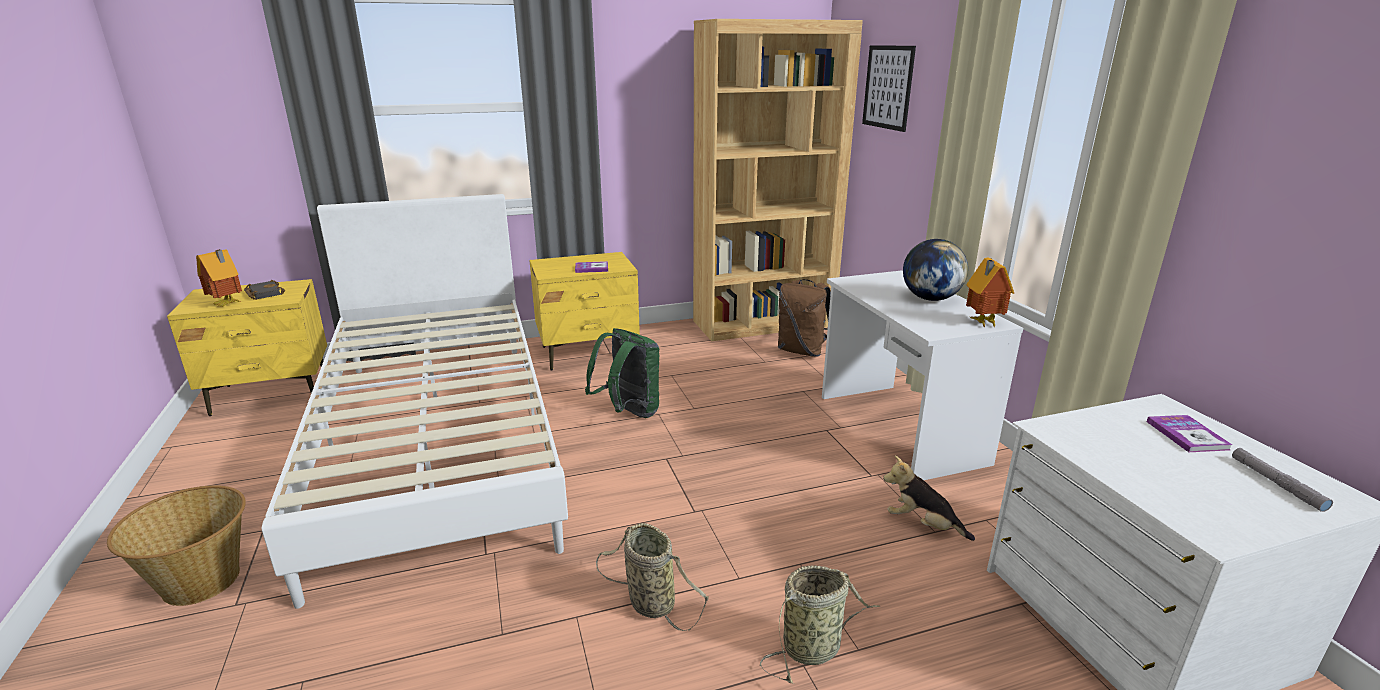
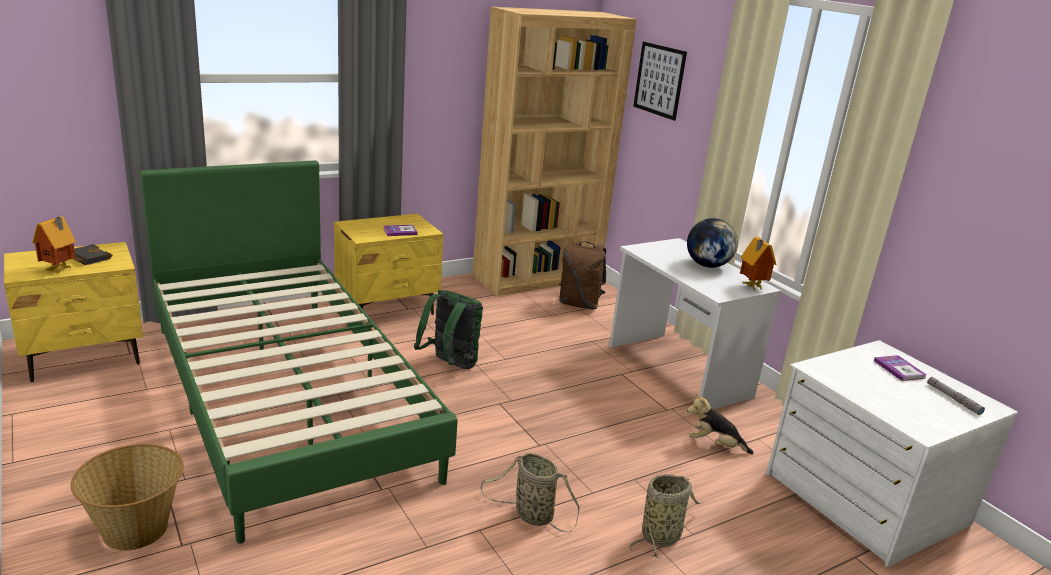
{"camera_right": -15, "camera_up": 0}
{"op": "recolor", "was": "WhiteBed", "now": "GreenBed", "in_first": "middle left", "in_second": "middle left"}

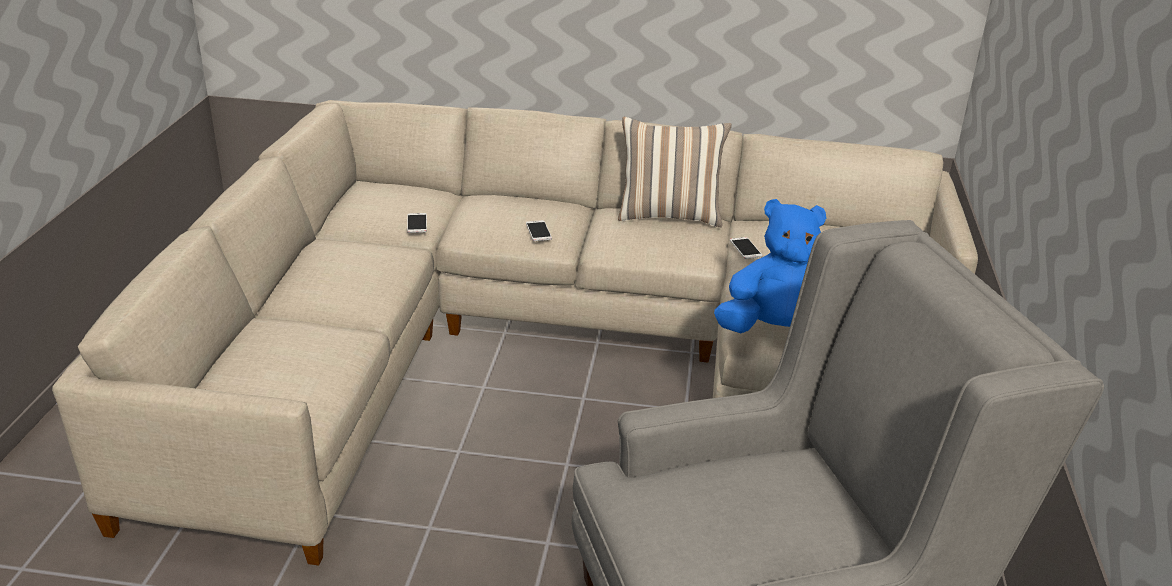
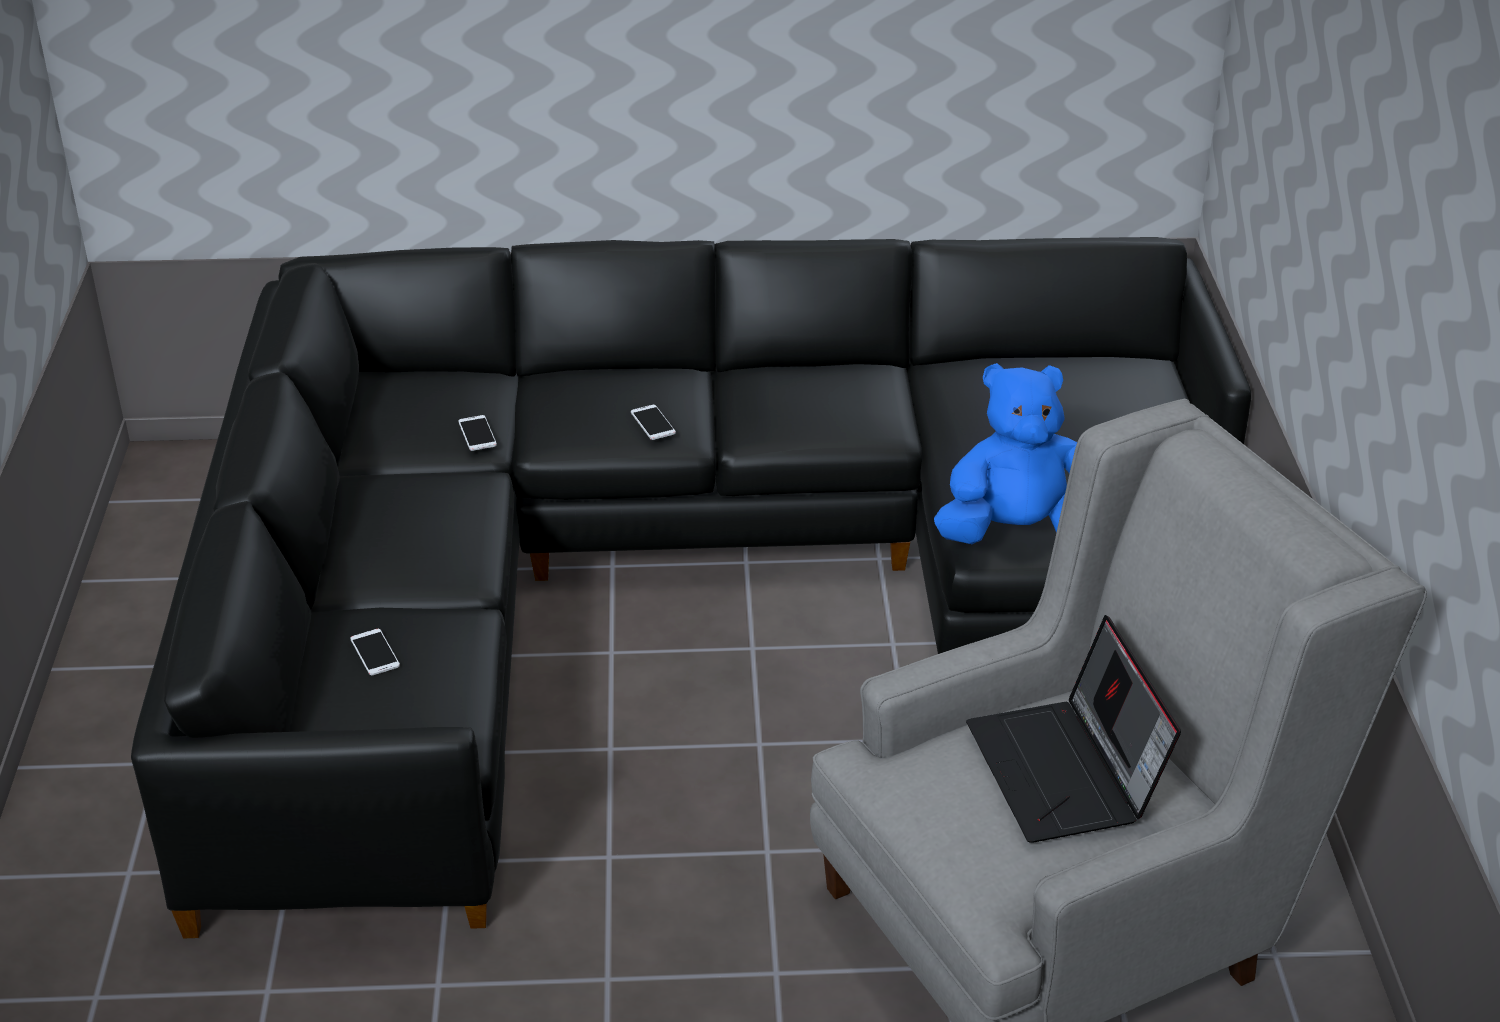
{"camera_right": -10, "camera_up": 5}
{"op": "recolor", "was": "BeigeSofa", "now": "BlackSofa", "in_first": "centre", "in_second": "centre"}
{"op": "move", "was": "Phone (3rd from left in the first image)", "now": "Phone (1st from left)", "in_first": "centre", "in_second": "middle left"}
{"op": "insert", "now": "Laptop", "in_second": "bottom right"}
{"op": "delete", "was": "Pillow", "in_first": "top centre"}

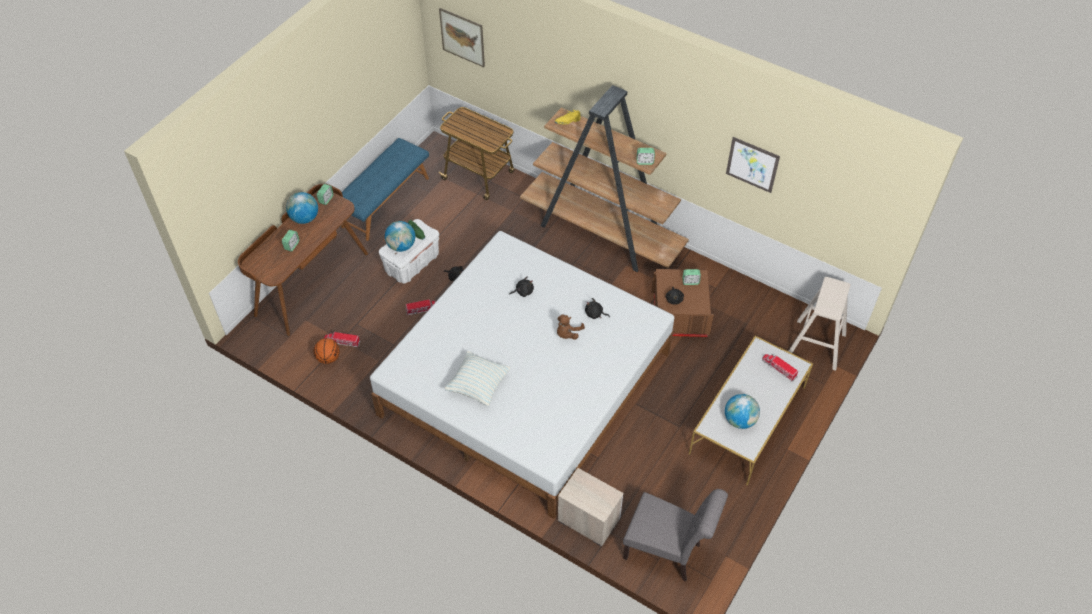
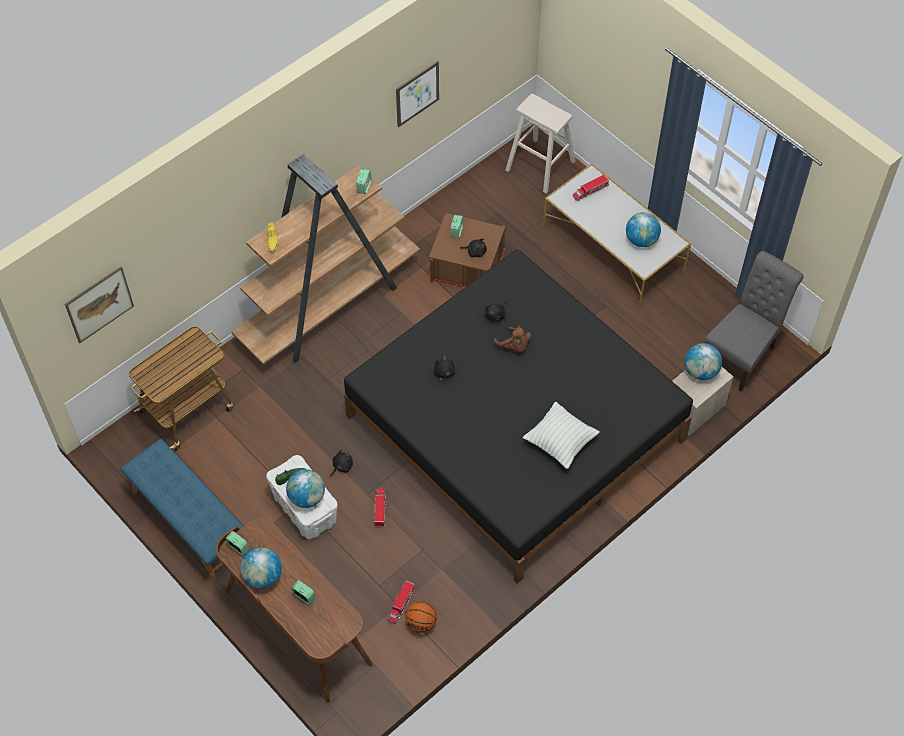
{"camera_right": -75, "camera_up": 5}
{"op": "recolor", "was": "WhiteBed", "now": "BlackBed", "in_first": "centre", "in_second": "centre"}
{"op": "insert", "now": "Globe (4th from left)", "in_second": "middle right"}

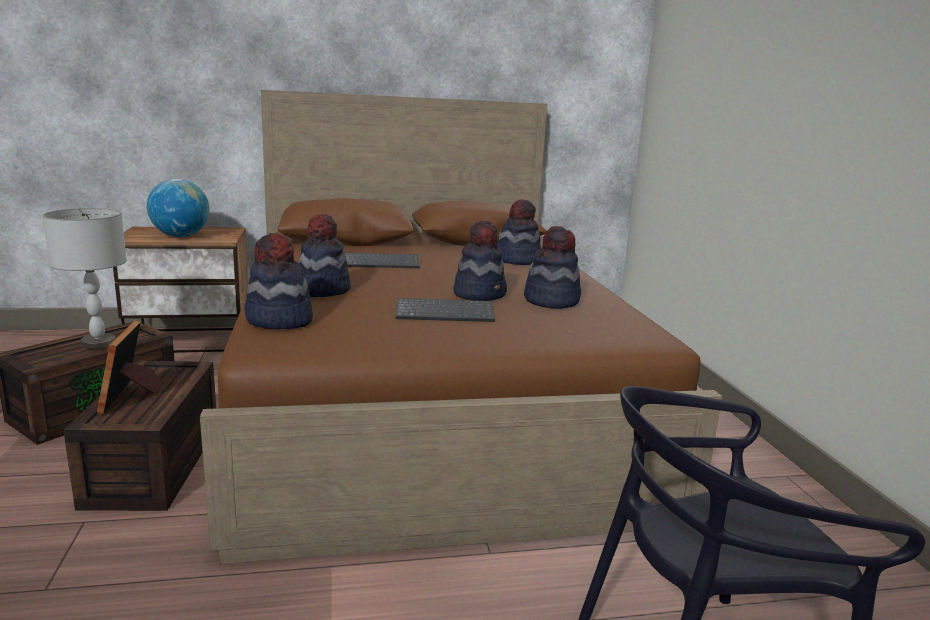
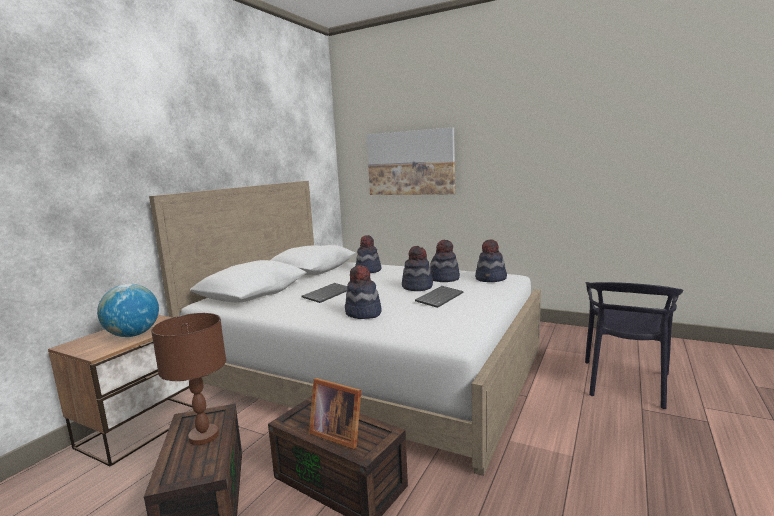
{"camera_right": -50, "camera_up": -5}
{"op": "recolor", "was": "BrownBed", "now": "WhiteBed", "in_first": "centre", "in_second": "centre"}
{"op": "recolor", "was": "GreyTableLamp", "now": "BrownTableLamp", "in_first": "middle left", "in_second": "bottom left"}
{"op": "insert", "now": "Picture", "in_second": "top centre"}
{"op": "move", "was": "Hat (1st from left in the first image)", "now": "Hat (5th from left)", "in_first": "middle left", "in_second": "centre"}

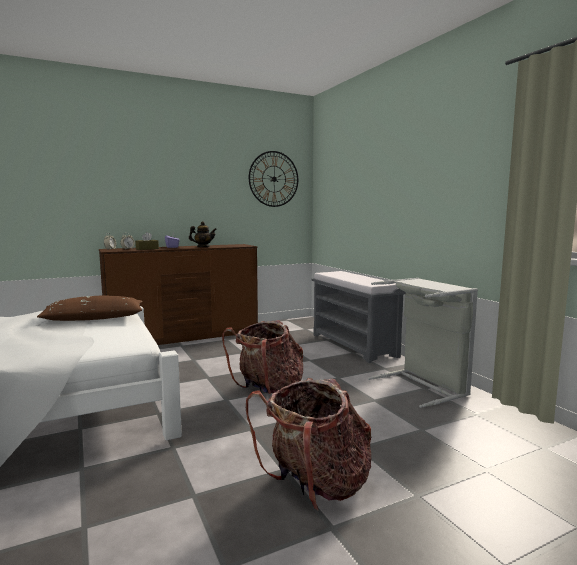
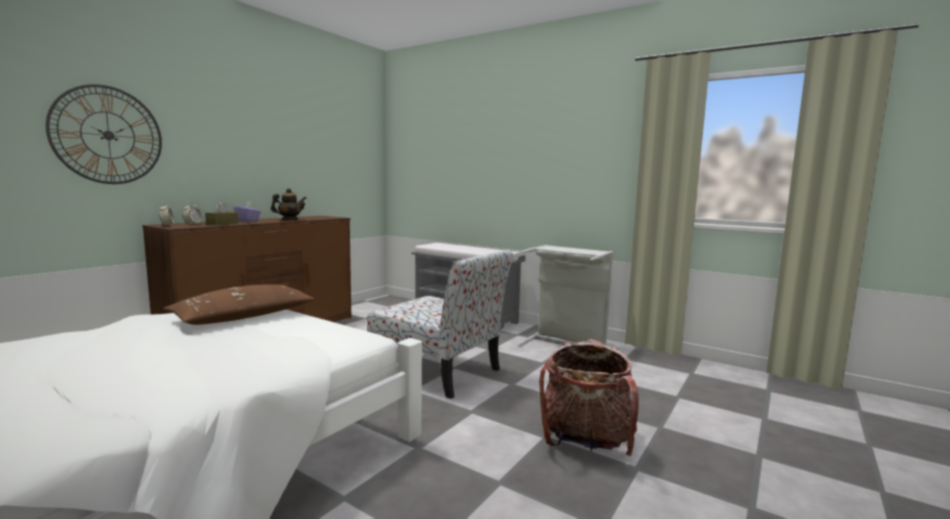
{"camera_right": -30, "camera_up": 0}
{"op": "move", "was": "WallClock", "in_first": "top centre", "in_second": "top left"}
{"op": "replace", "was": "Backpack (1st from left)", "now": "Chair", "in_first": "centre", "in_second": "centre"}

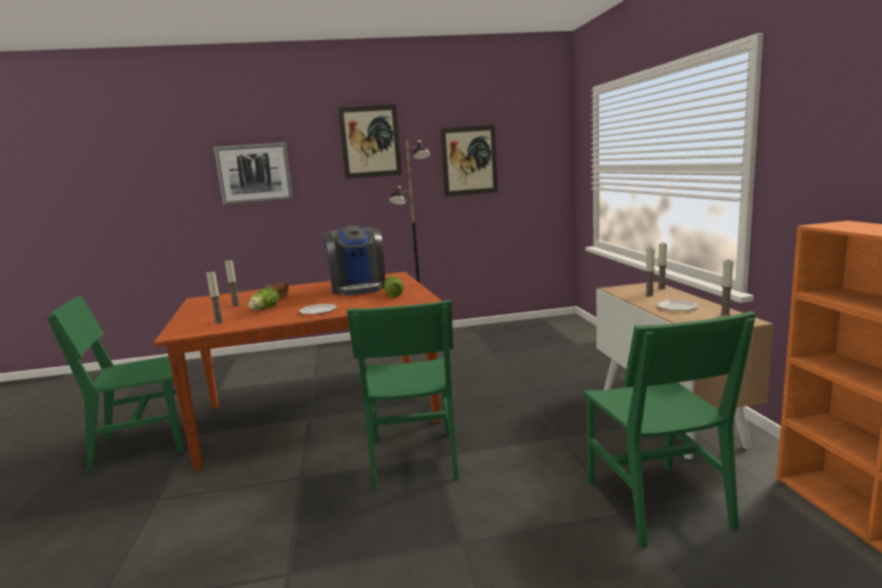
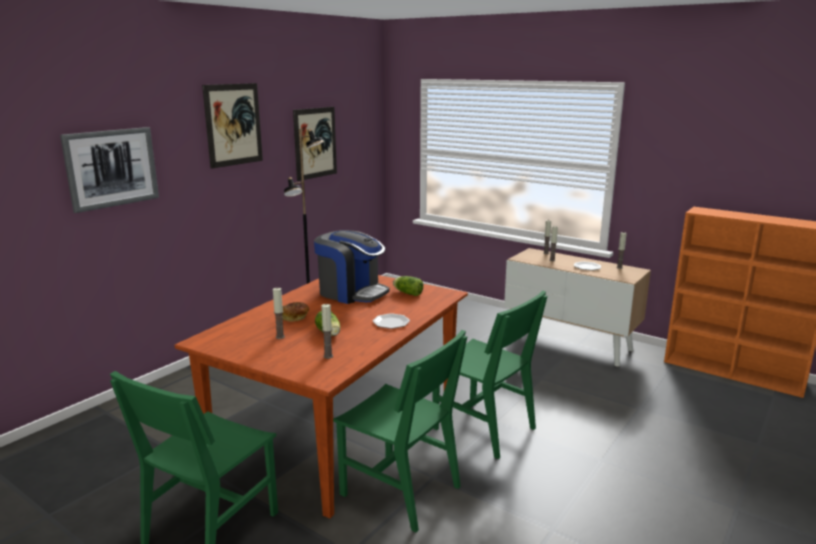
{"camera_right": -45, "camera_up": 5}
{"op": "move", "was": "GreenChair (3rd from left in the first image)", "now": "GreenChair (2nd from left)", "in_first": "bottom right", "in_second": "bottom centre"}

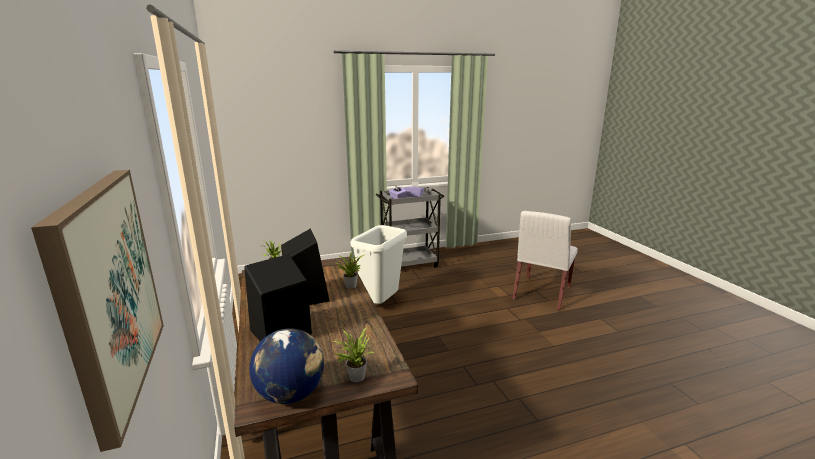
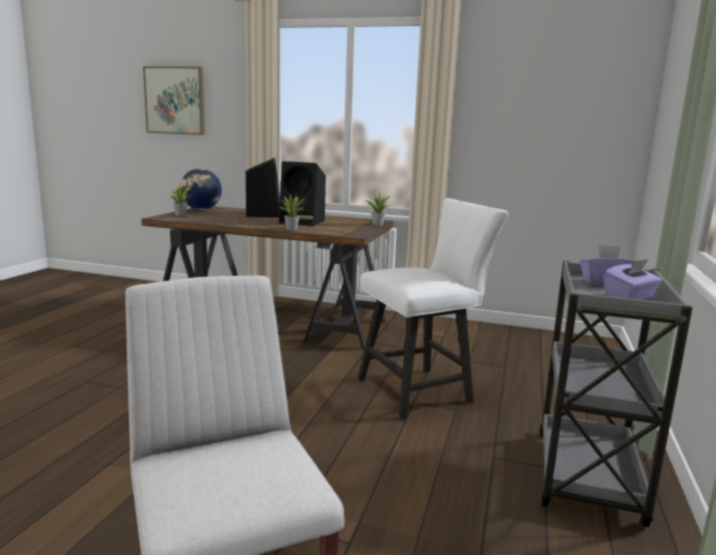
{"camera_right": 125, "camera_up": -5}
{"op": "replace", "was": "WhiteTrashCan", "now": "WhiteChair (2nd from left)", "in_first": "centre", "in_second": "centre"}

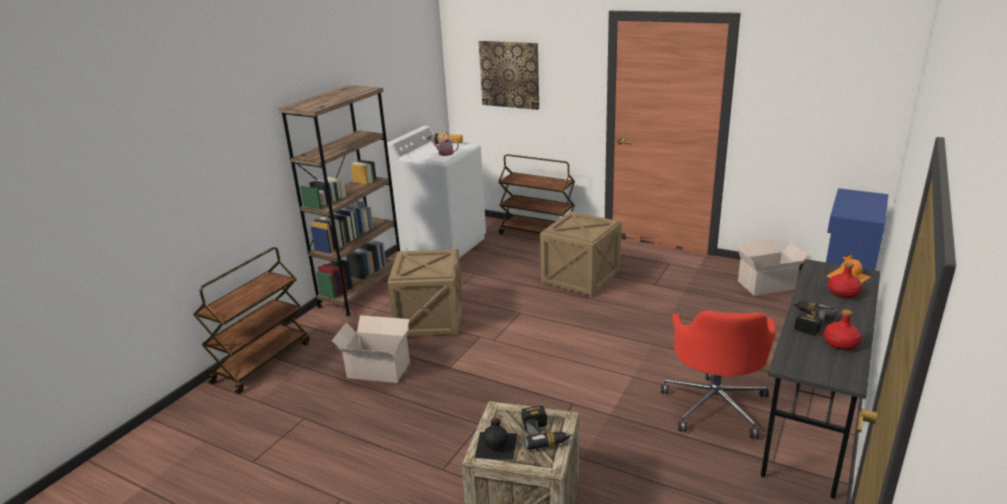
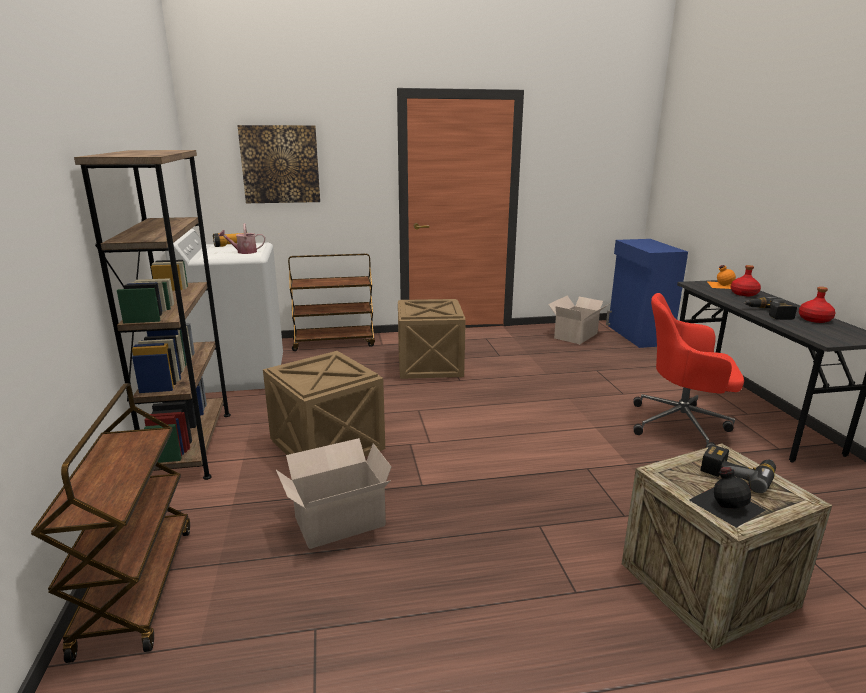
{"camera_right": -40, "camera_up": -5}
{"op": "rotate", "was": "RedOfficeChair", "in_first": "bottom right", "in_second": "middle right", "clockwise": 135}

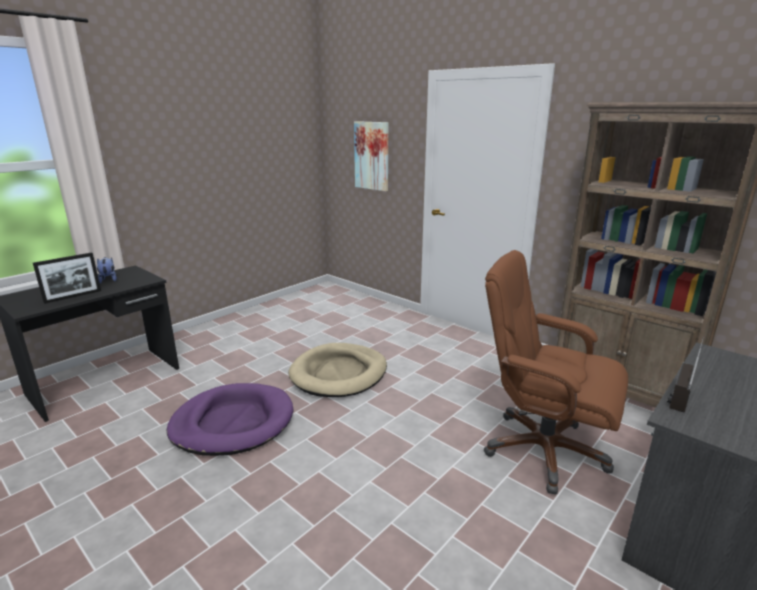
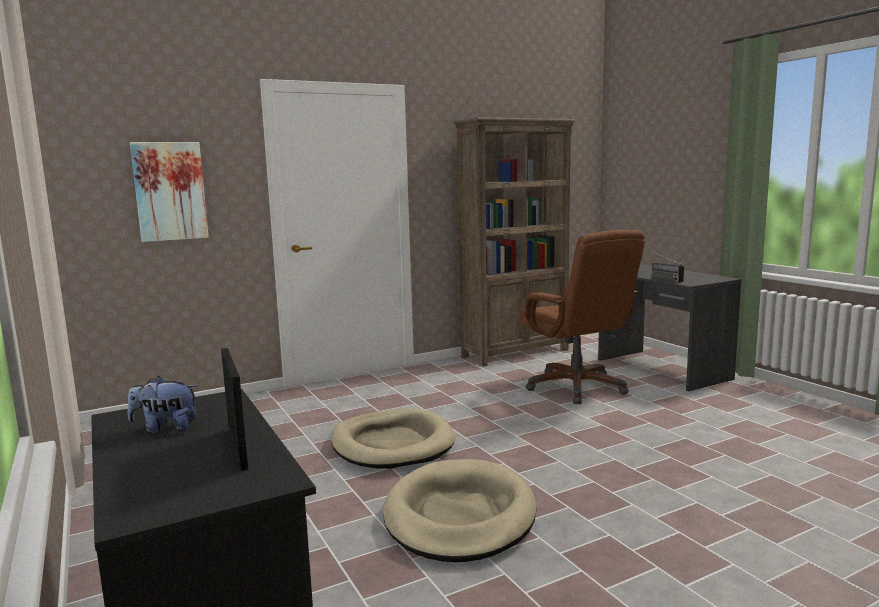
{"camera_right": -70, "camera_up": -10}
{"op": "recolor", "was": "PurpleDogBed", "now": "BeigeDogBed (2nd from left)", "in_first": "bottom left", "in_second": "bottom centre"}
{"op": "rotate", "was": "BrownOfficeChair", "in_first": "middle right", "in_second": "centre", "clockwise": -75}

